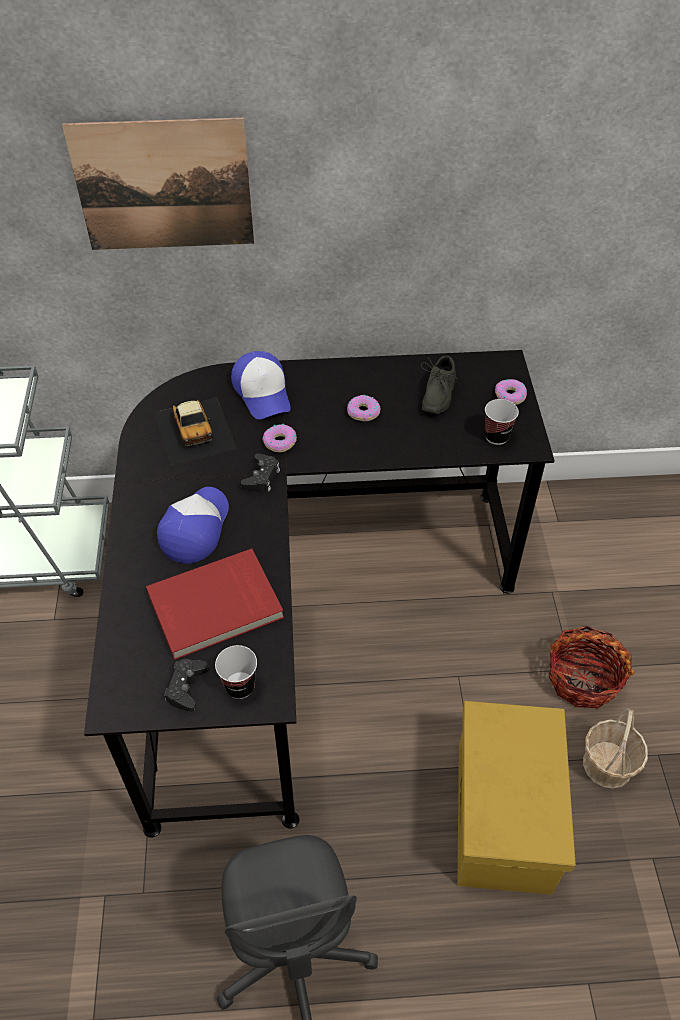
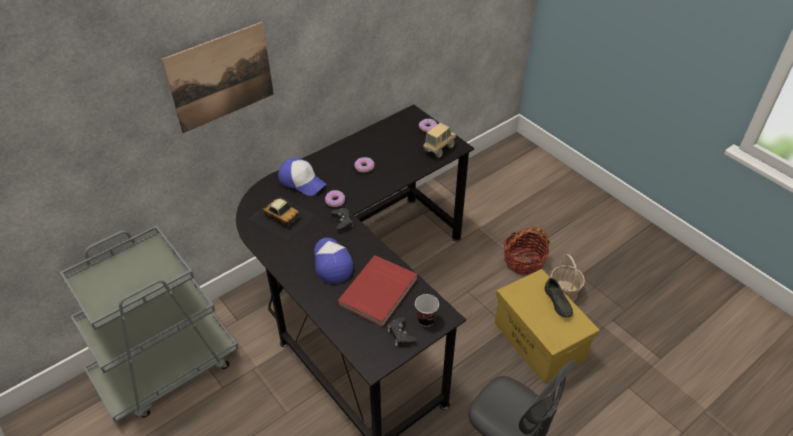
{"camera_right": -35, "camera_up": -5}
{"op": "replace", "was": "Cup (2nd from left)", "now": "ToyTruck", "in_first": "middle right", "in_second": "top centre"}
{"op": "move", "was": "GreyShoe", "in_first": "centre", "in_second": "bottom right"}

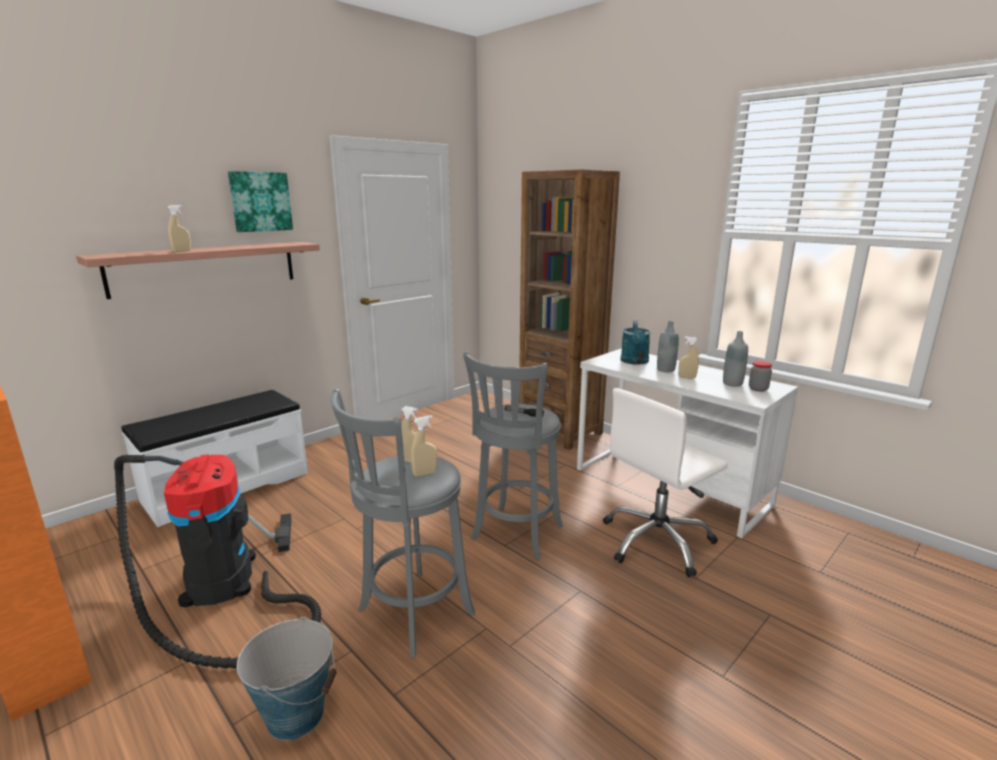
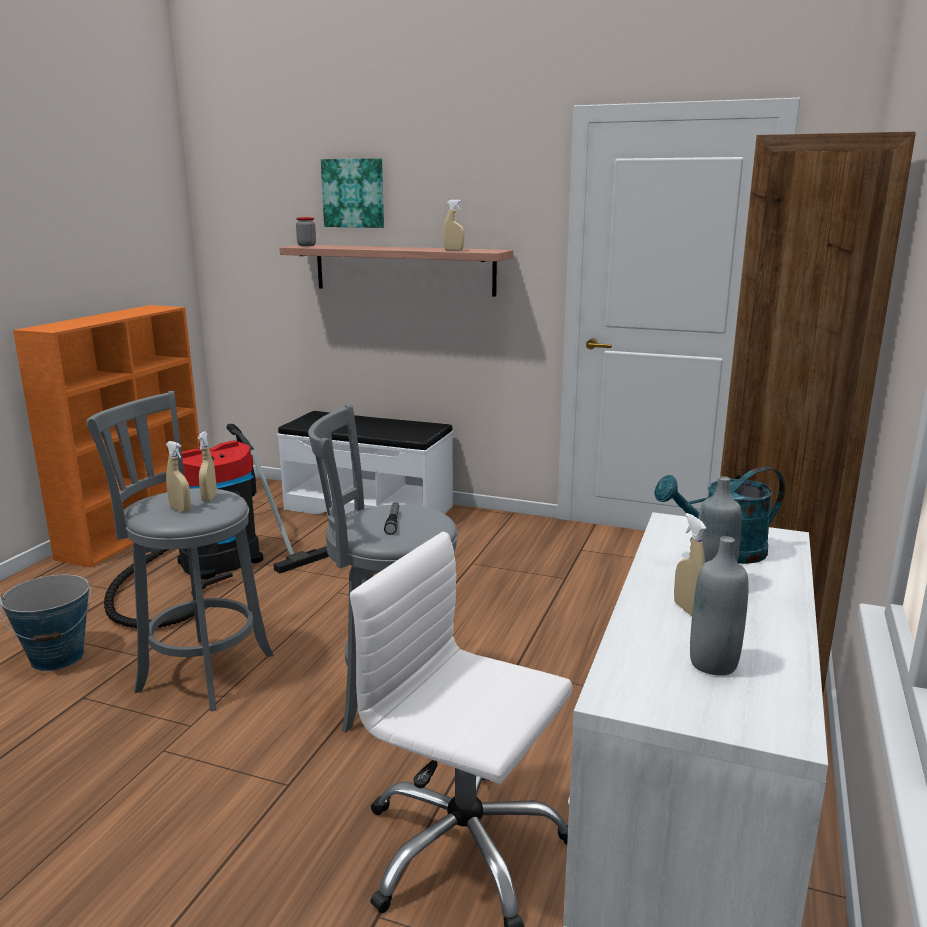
{"camera_right": 65, "camera_up": 0}
{"op": "move", "was": "Jar", "in_first": "middle right", "in_second": "top left"}
{"op": "move", "was": "Picture", "in_first": "top left", "in_second": "top centre"}
{"op": "move", "was": "BeigeSprayBottle (1st from left in the first image)", "now": "BeigeSprayBottle (3rd from left)", "in_first": "top left", "in_second": "top centre"}

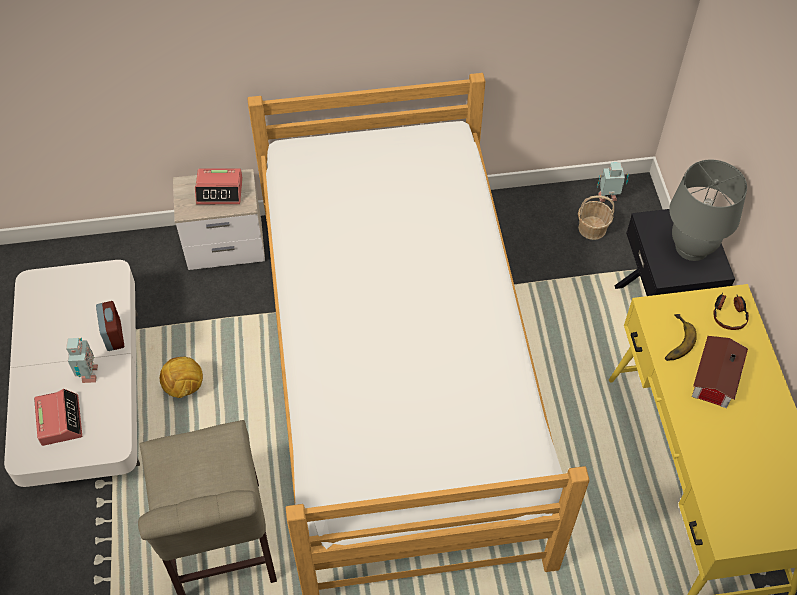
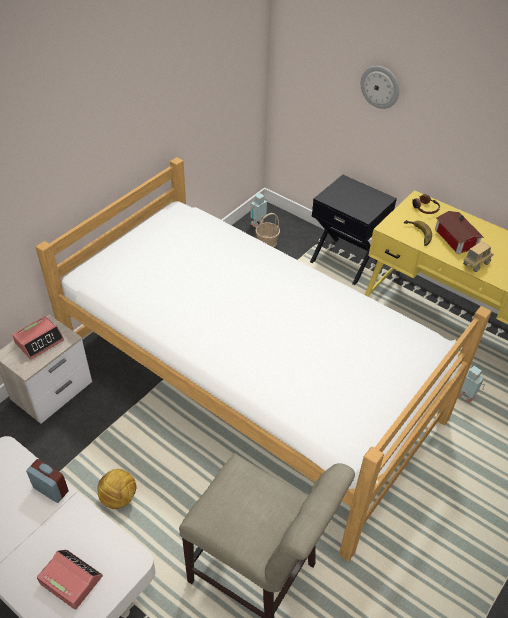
{"camera_right": -45, "camera_up": -10}
{"op": "insert", "now": "WallClock", "in_second": "top right"}
{"op": "move", "was": "ToyRobot (1st from left in the first image)", "now": "ToyRobot (2nd from left)", "in_first": "middle left", "in_second": "middle right"}
{"op": "insert", "now": "ToyTruck", "in_second": "middle right"}
{"op": "delete", "was": "GreyTableLamp", "in_first": "middle right"}

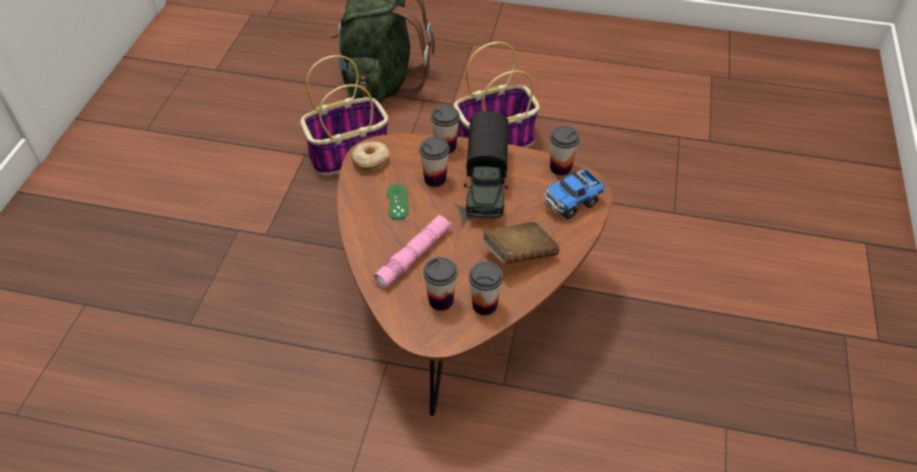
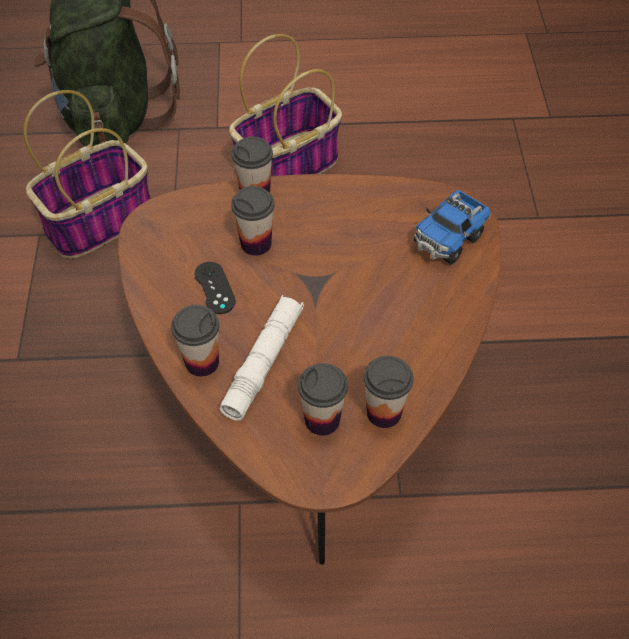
{"camera_right": -15, "camera_up": 5}
{"op": "move", "was": "Cup (5th from left in the first image)", "now": "Cup (1st from left)", "in_first": "top centre", "in_second": "middle left"}
{"op": "recolor", "was": "GreenGameController", "now": "BlackGameController", "in_first": "centre", "in_second": "centre"}
{"op": "recolor", "was": "PinkFlashlight", "now": "WhiteFlashlight", "in_first": "centre", "in_second": "centre"}
{"op": "delete", "was": "Donut", "in_first": "top centre"}
{"op": "delete", "was": "ToyTruck (1st from left)", "in_first": "centre"}
{"op": "delete", "was": "BrownBook", "in_first": "centre"}

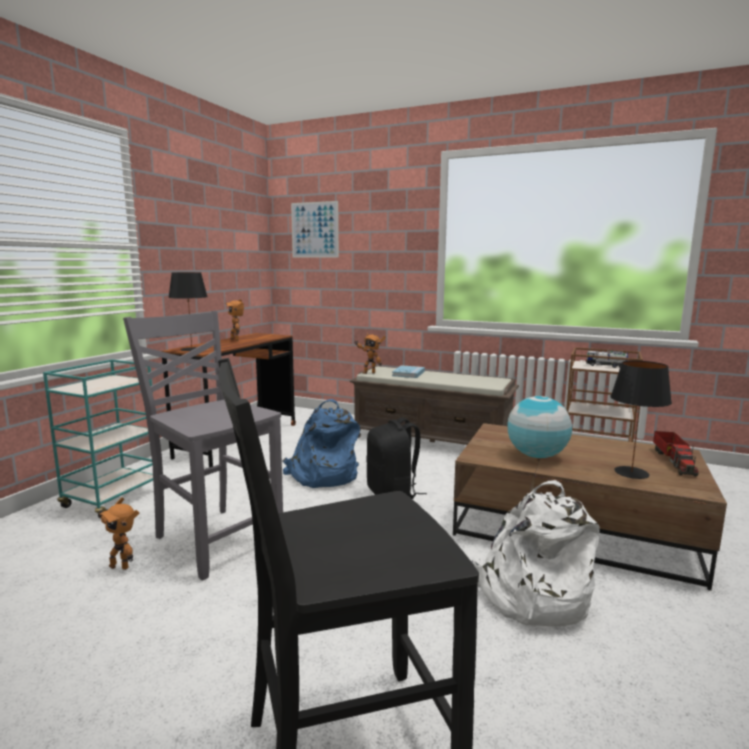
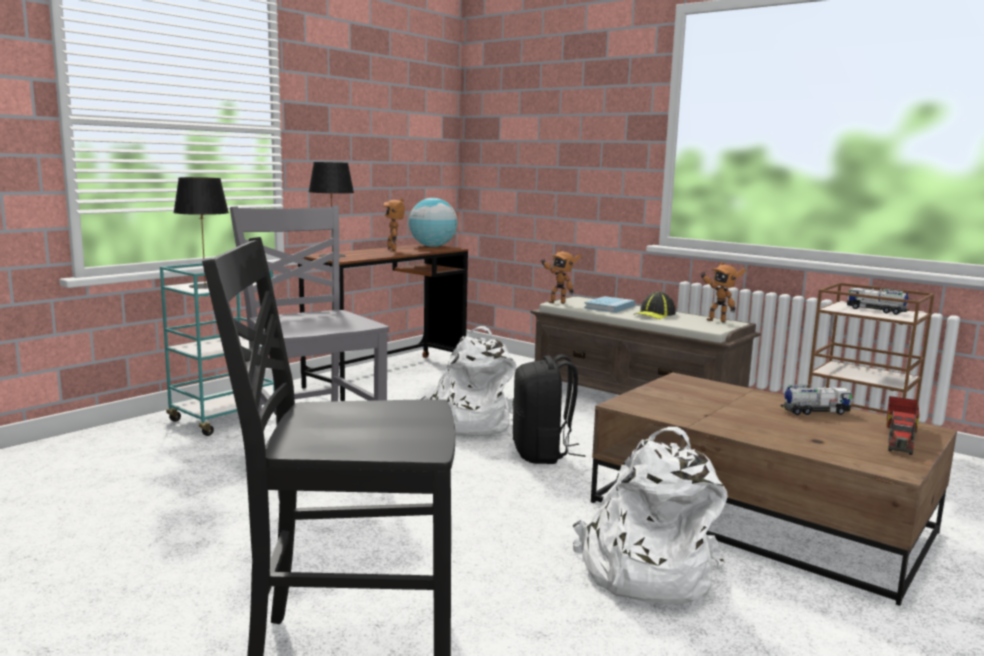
{"camera_right": 15, "camera_up": 0}
{"op": "move", "was": "BlackTableLamp (2nd from left in the first image)", "now": "BlackTableLamp (1st from left)", "in_first": "middle right", "in_second": "middle left"}
{"op": "move", "was": "Globe", "in_first": "middle right", "in_second": "centre"}
{"op": "recolor", "was": "BlueBackpack", "now": "WhiteBackpack (1st from left)", "in_first": "centre", "in_second": "centre"}
{"op": "insert", "now": "Cap", "in_second": "centre"}
{"op": "move", "was": "ToyRobot (1st from left in the first image)", "now": "ToyRobot (3rd from left)", "in_first": "bottom left", "in_second": "middle right"}
{"op": "insert", "now": "ToyTruck (1st from left)", "in_second": "middle right"}
{"op": "delete", "was": "Picture", "in_first": "top centre"}

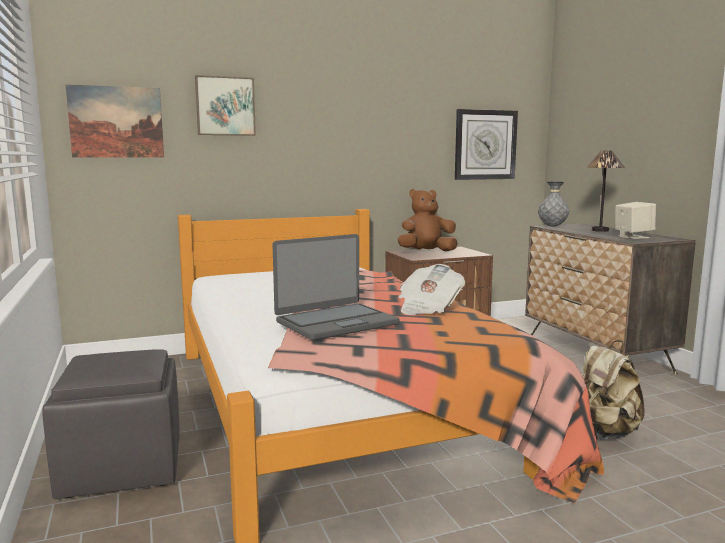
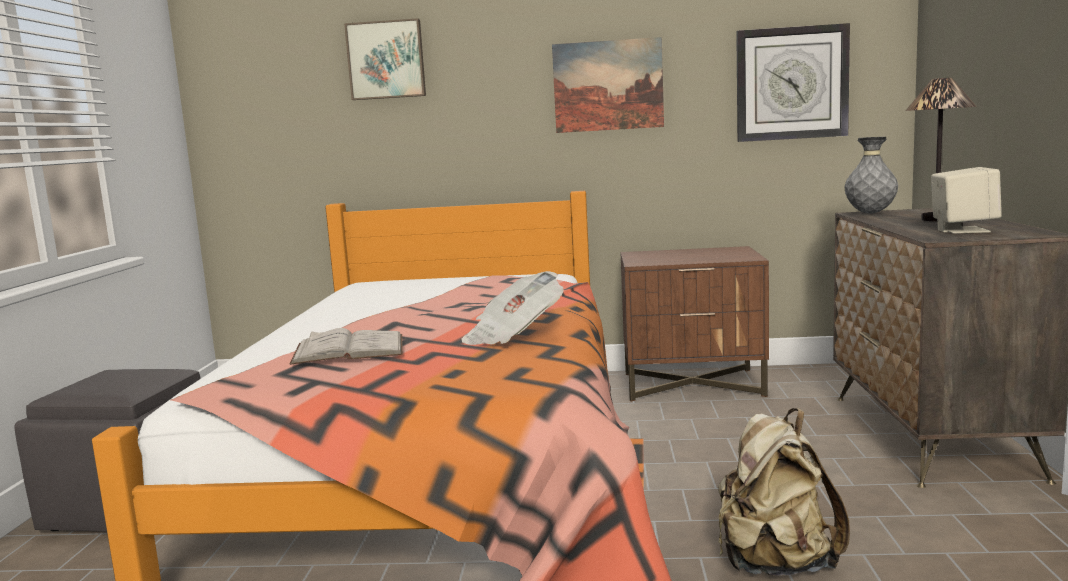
{"camera_right": 25, "camera_up": 0}
{"op": "replace", "was": "Laptop", "now": "WhiteBook", "in_first": "centre", "in_second": "middle left"}
{"op": "move", "was": "Picture (1st from left in the first image)", "now": "Picture (2nd from left)", "in_first": "top left", "in_second": "top centre"}
{"op": "delete", "was": "BrownPlushToy", "in_first": "centre"}

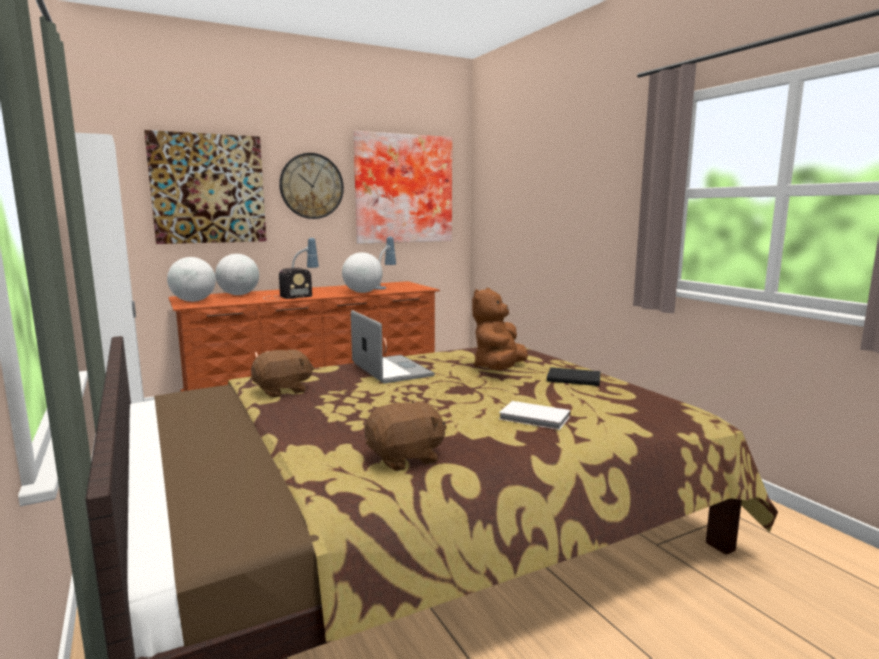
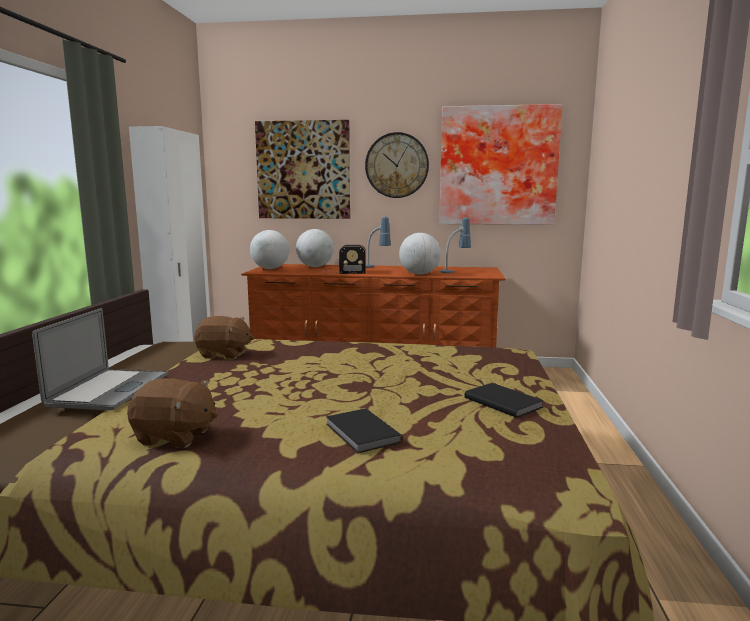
{"camera_right": 35, "camera_up": 0}
{"op": "move", "was": "Laptop", "in_first": "centre", "in_second": "middle left"}
{"op": "recolor", "was": "WhiteBook", "now": "BlackBook (1st from left)", "in_first": "centre", "in_second": "bottom centre"}
{"op": "delete", "was": "BrownPlushToy (3rd from left)", "in_first": "centre"}

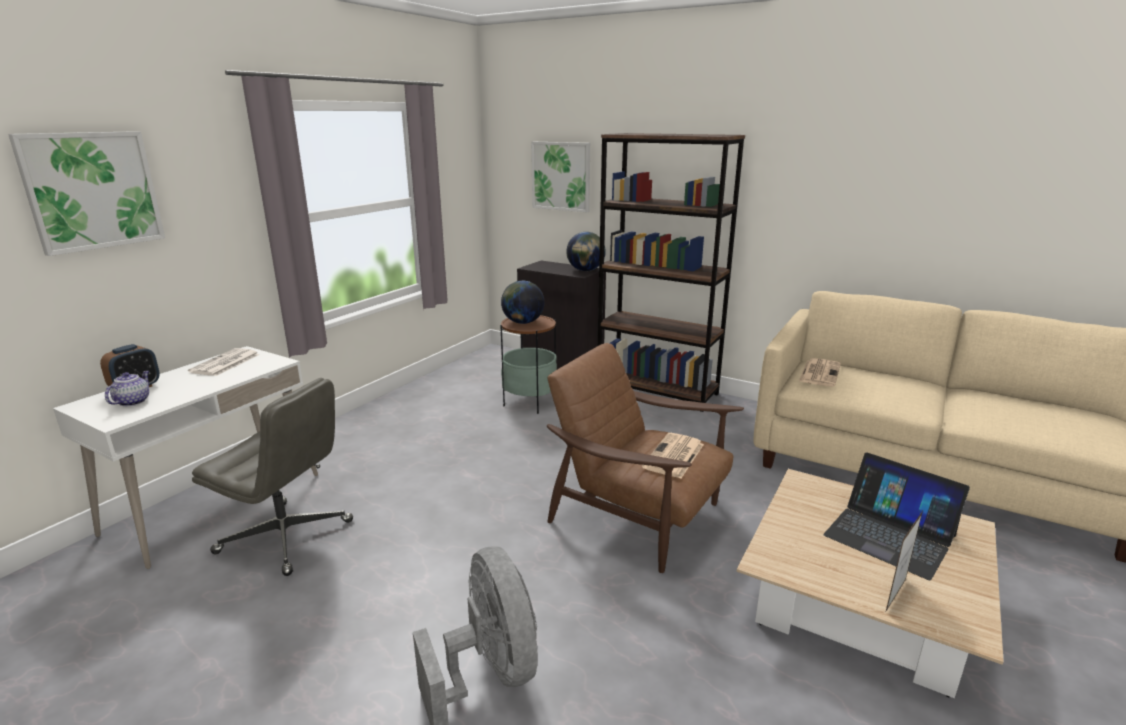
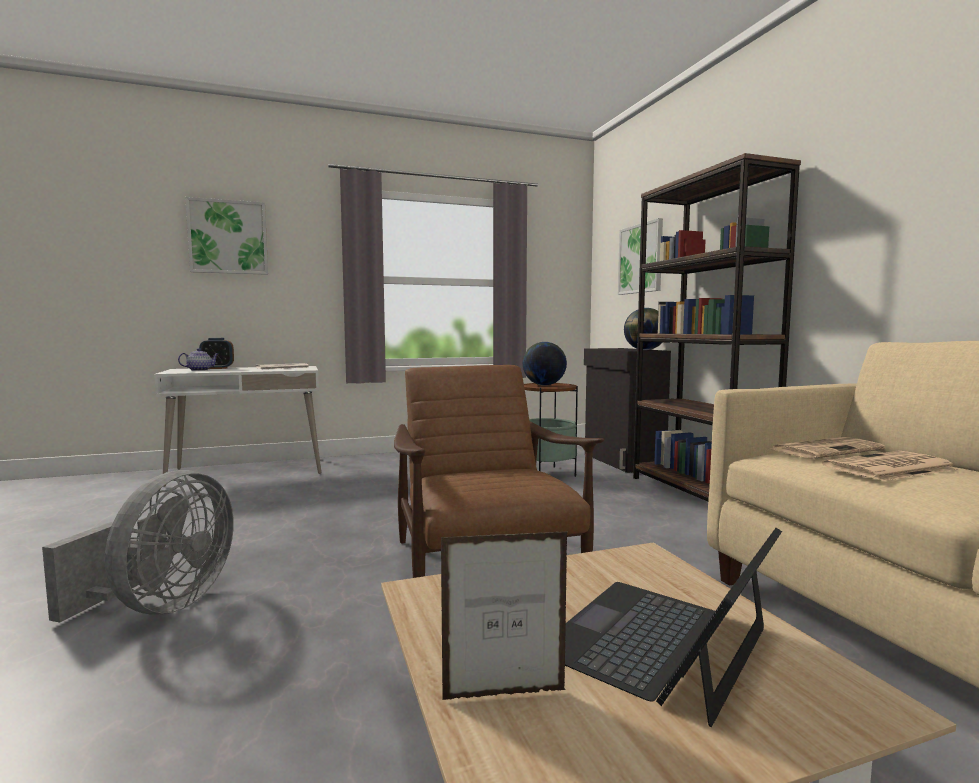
{"camera_right": 40, "camera_up": -15}
{"op": "rotate", "was": "Laptop", "in_first": "bottom right", "in_second": "bottom right", "clockwise": 45}
{"op": "move", "was": "Newspaper (2nd from left in the first image)", "now": "Newspaper (3rd from left)", "in_first": "centre", "in_second": "middle right"}
{"op": "delete", "was": "GreyOfficeChair", "in_first": "middle left"}

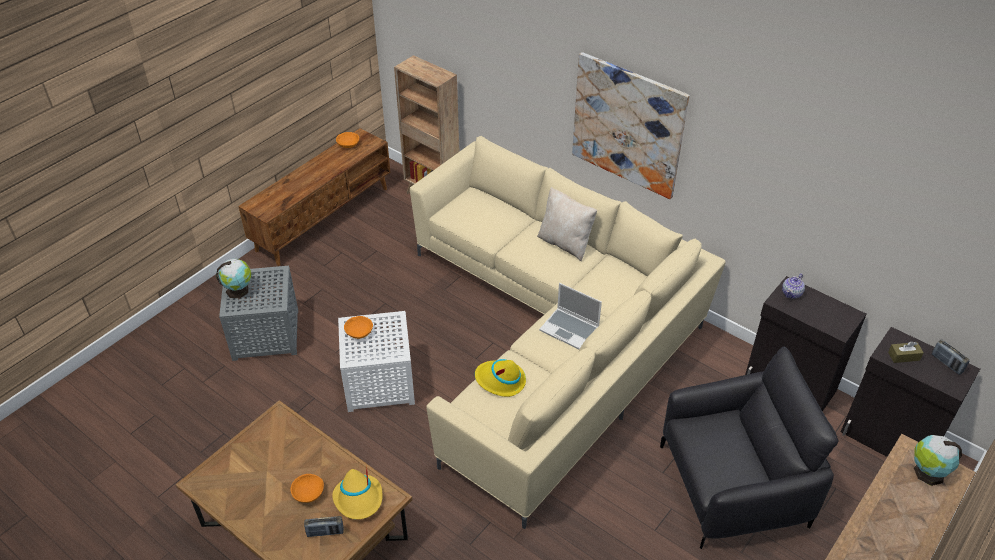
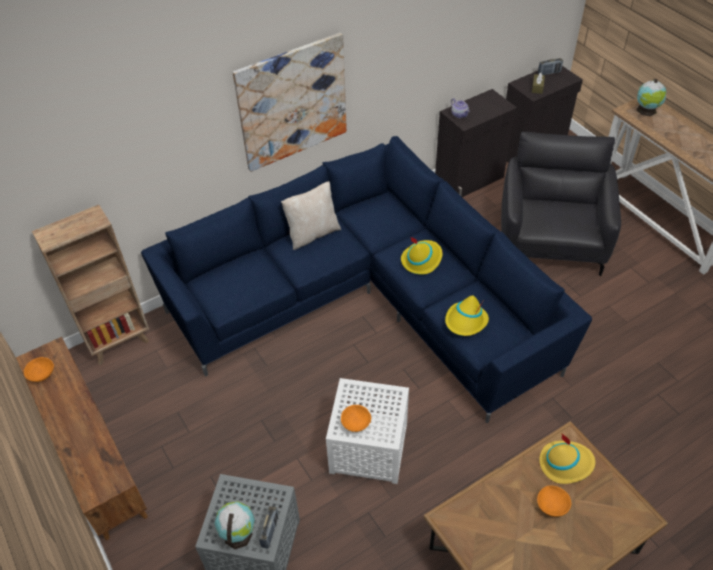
{"camera_right": -70, "camera_up": 5}
{"op": "recolor", "was": "BeigeSofa", "now": "BlueSofa", "in_first": "centre", "in_second": "centre"}
{"op": "move", "was": "Radio (1st from left)", "in_first": "bottom left", "in_second": "bottom centre"}
{"op": "replace", "was": "Laptop", "now": "YellowHat (1st from left)", "in_first": "centre", "in_second": "centre"}

